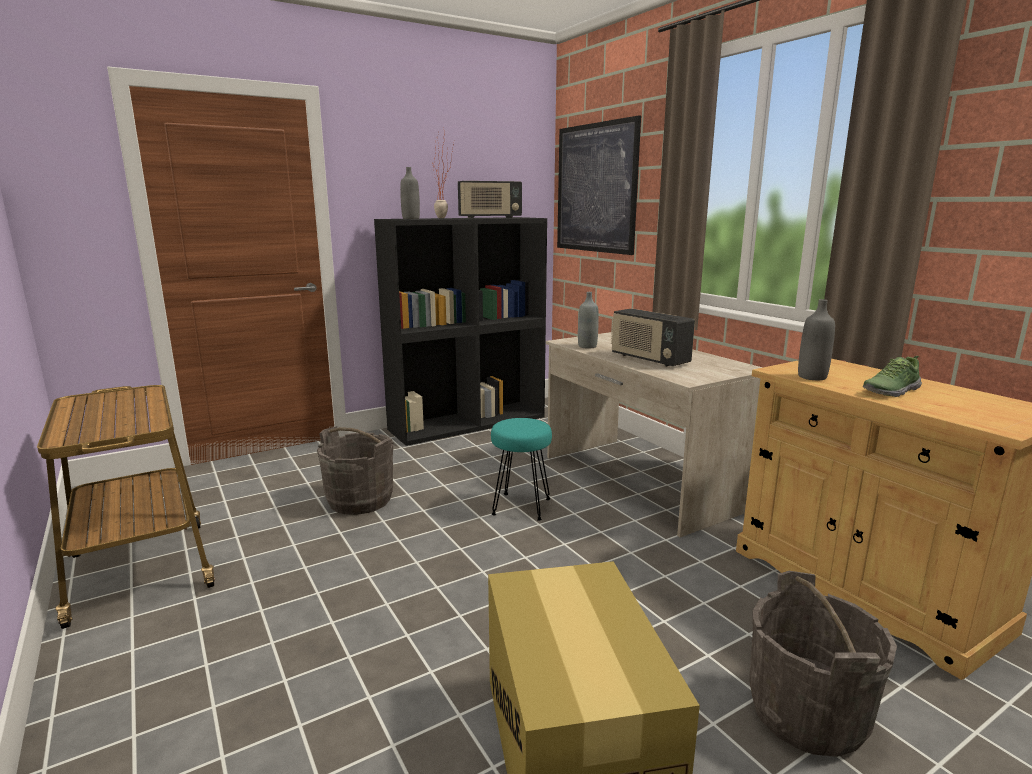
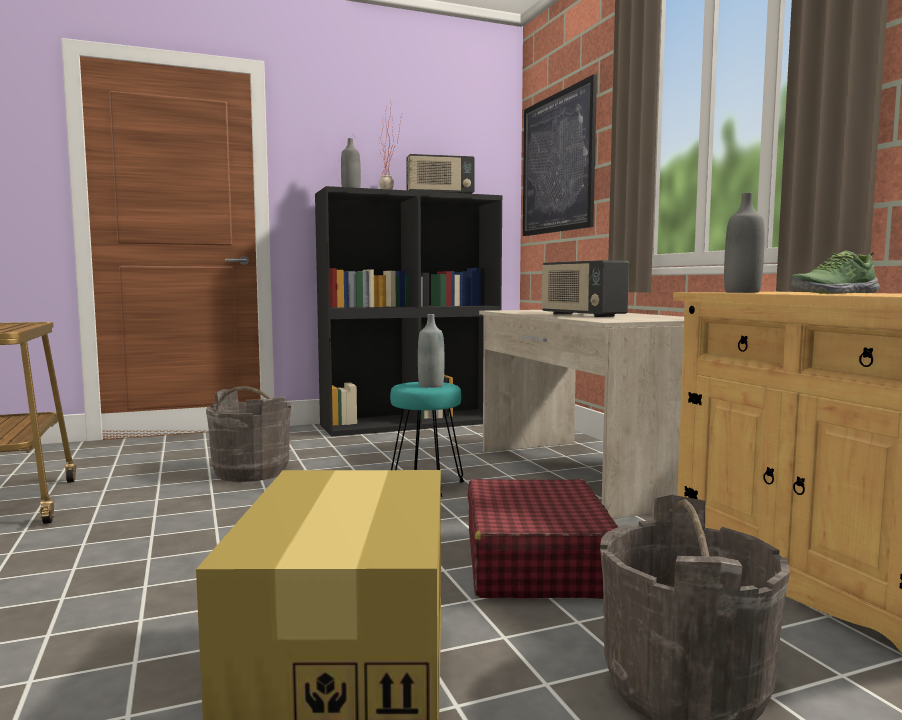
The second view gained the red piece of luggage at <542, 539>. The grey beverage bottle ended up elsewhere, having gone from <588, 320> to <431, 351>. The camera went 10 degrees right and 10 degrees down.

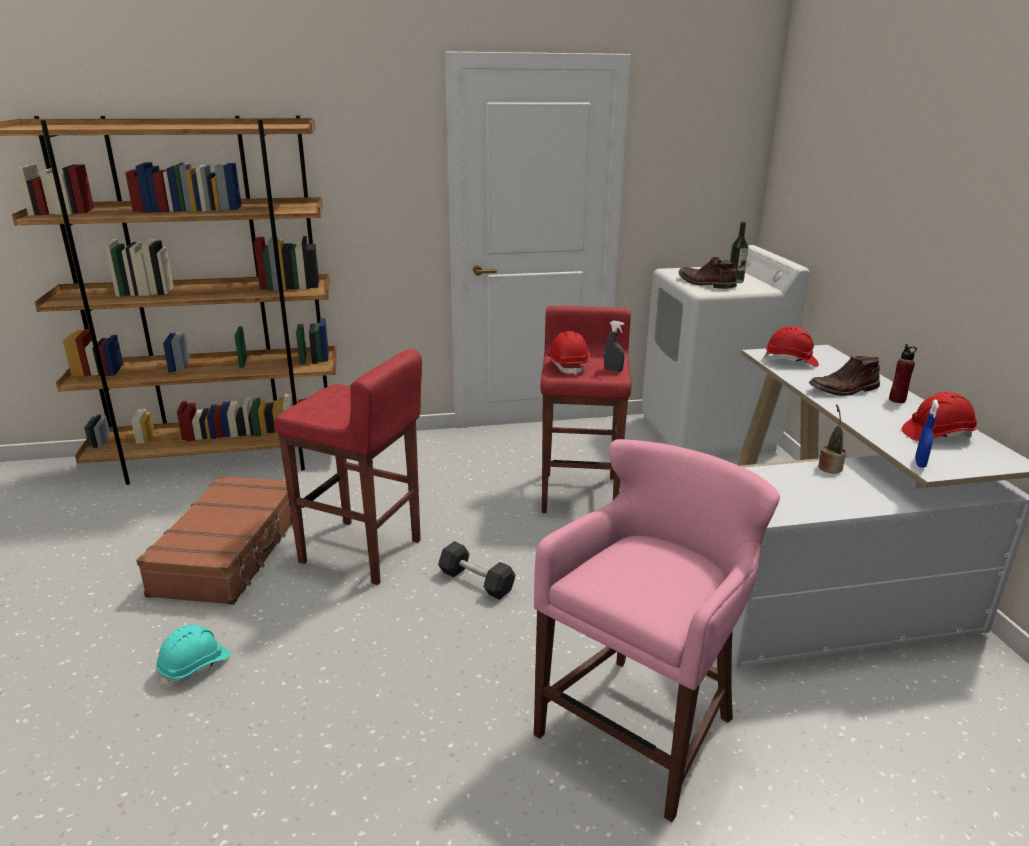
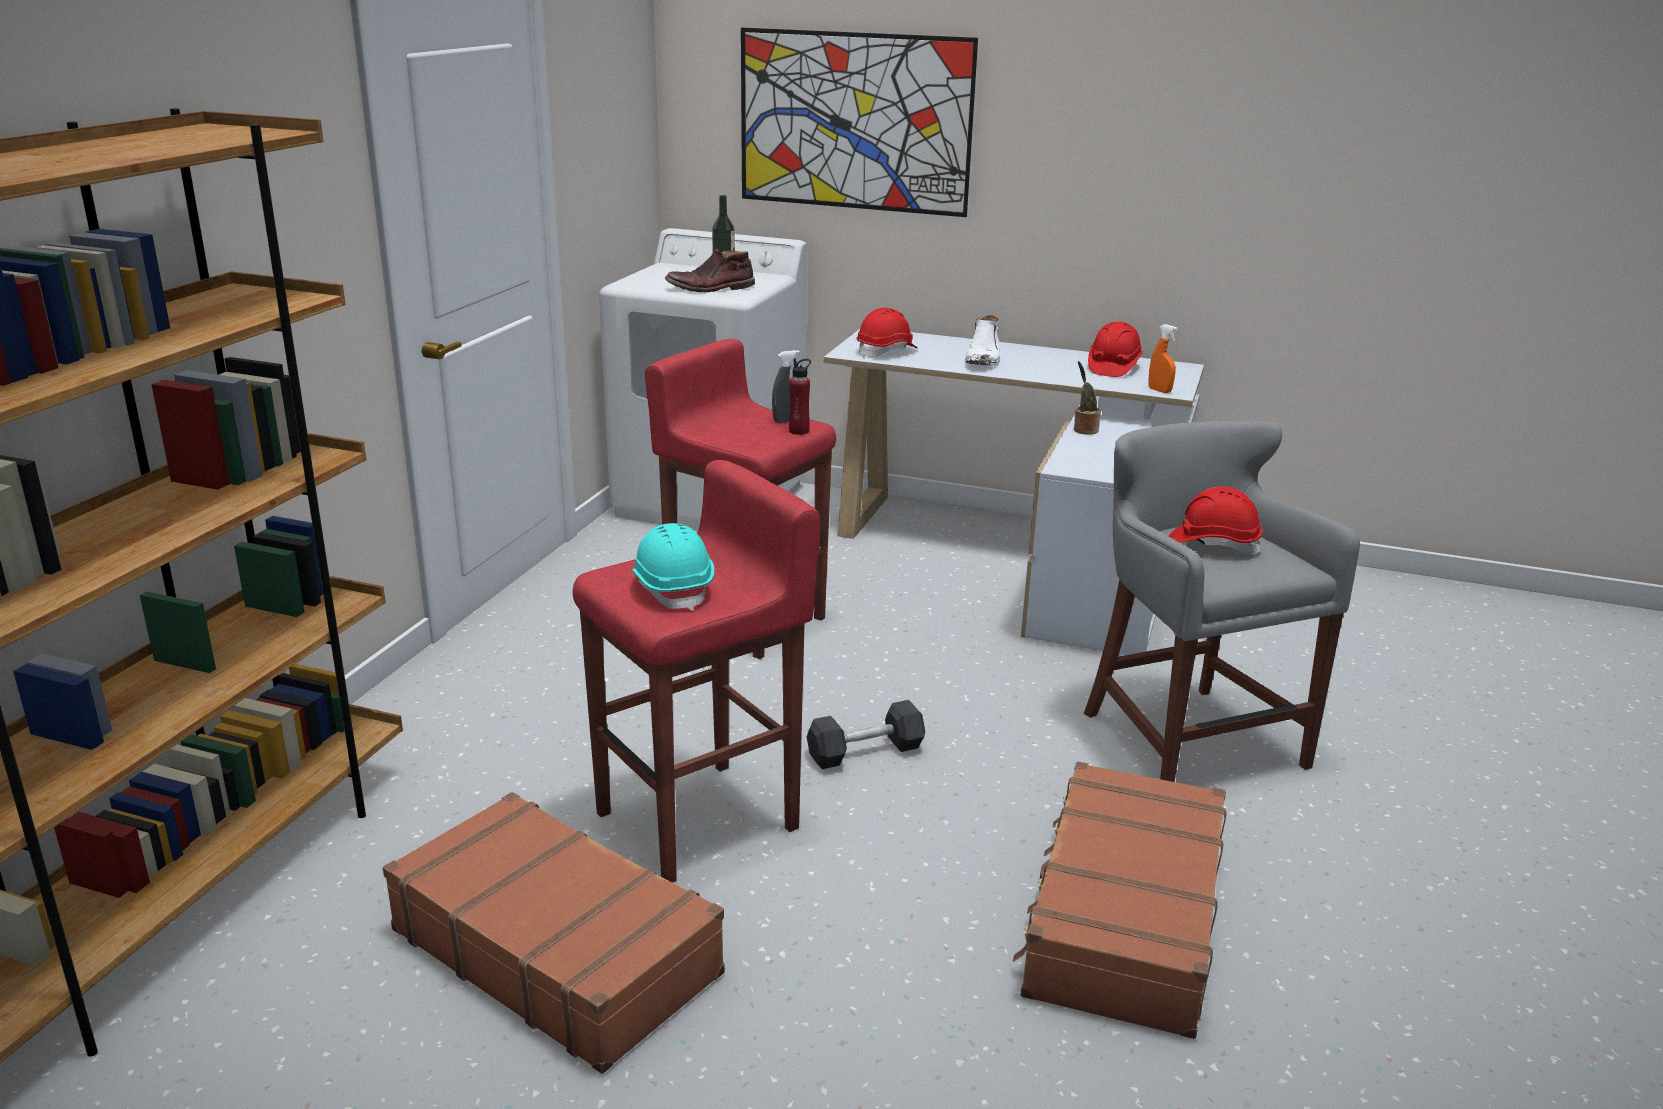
The second view gained the picture at <859, 122>. The second view gained the brown-coloured piece of luggage at <1119, 900>. The blue-green hard hat ended up elsewhere, having gone from <193, 657> to <672, 567>. The red hard hat ended up elsewhere, having gone from <569, 353> to <1216, 521>. The red beverage bottle ended up elsewhere, having gone from <903, 373> to <800, 396>. What was the pinkish sitting stool at <657, 630> turned into the grey sitting stool at <1222, 601>. What was the brown-coloured tall boot at <844, 376> turned into the white tall boot at <982, 340>. What was the bluish sprayer at <927, 434> turned into the orangey sprayer at <1163, 358>. The camera went 60 degrees left and 0 degrees up.

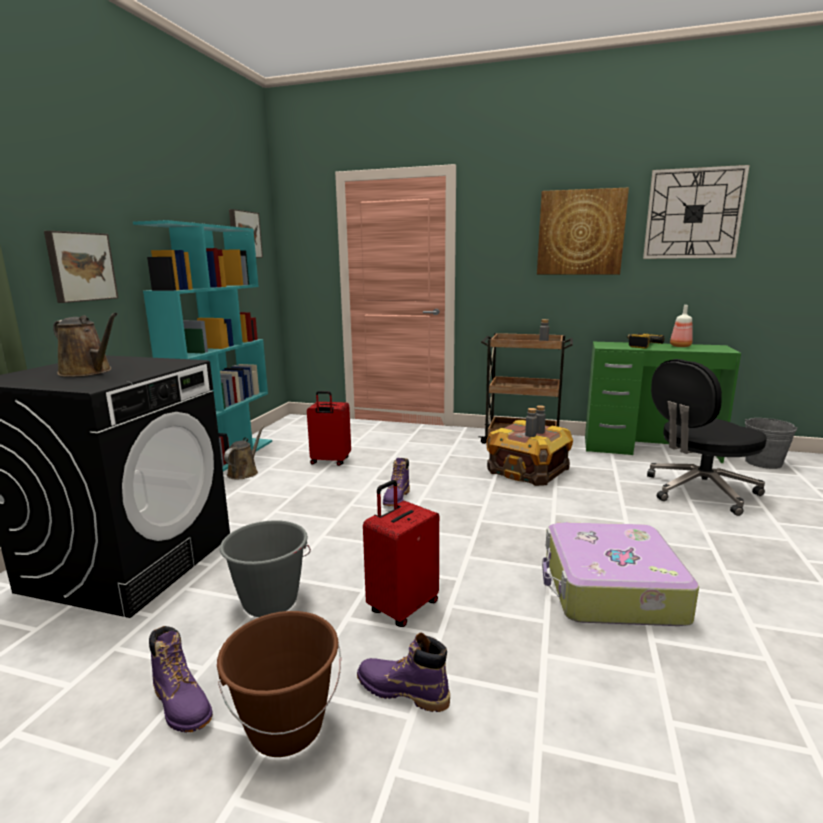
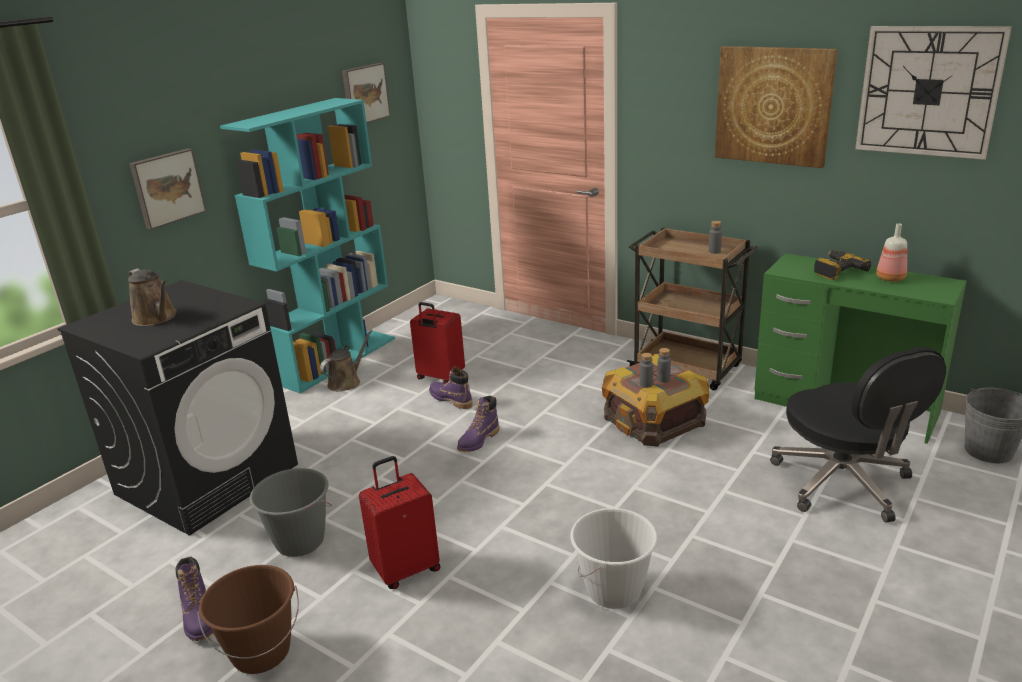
The purple-coloured tall boot ended up elsewhere, having gone from <403, 672> to <451, 387>. Where the piece of luggage stood at <620, 574>, the white pail came to stand at <614, 558>. The black computer chair at <707, 437> ended up facing another way, 105 degrees counterclockwise from before. The camera went 20 degrees right and 10 degrees up.

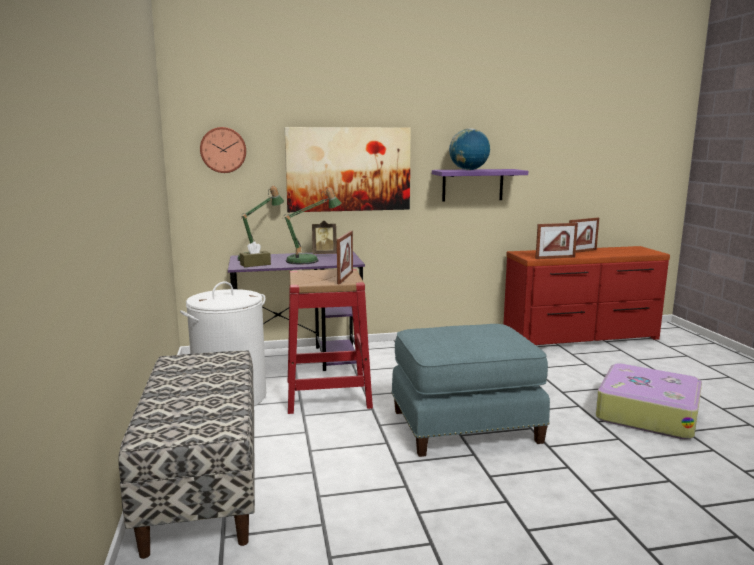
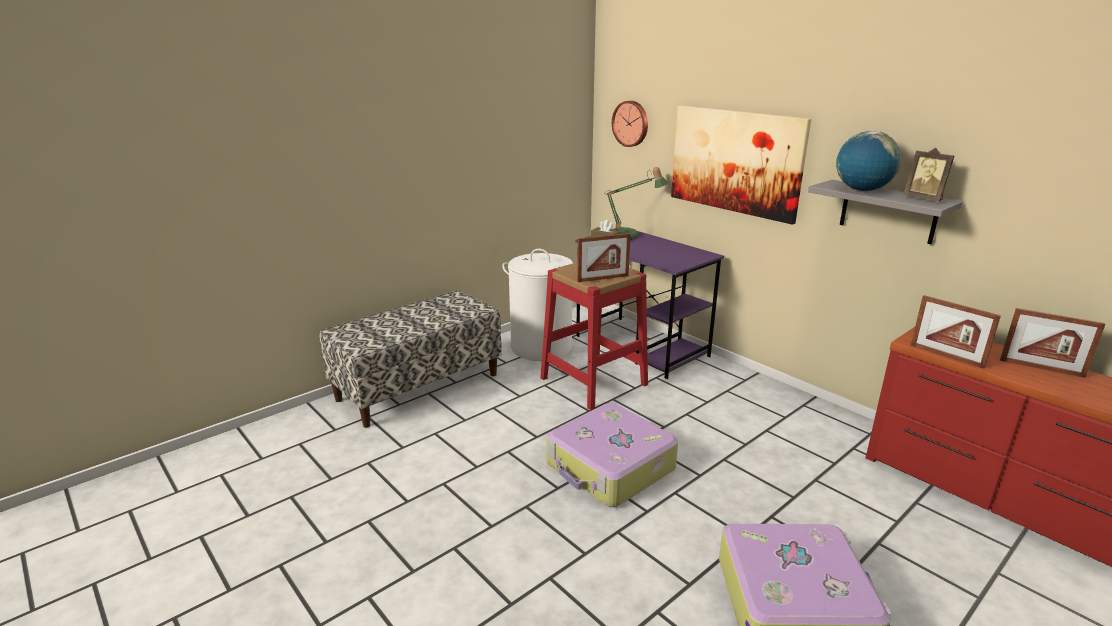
The second view lost the lamp for a table at <312, 226>. The standing frame ended up elsewhere, having gone from <324, 237> to <928, 174>. Where the bluish pouffe stood at <470, 390>, the piece of luggage came to stand at <612, 455>. What was the purple-coloured wall shelf at <480, 185> turned into the grey wall shelf at <885, 212>. The camera went 60 degrees right and 10 degrees up.

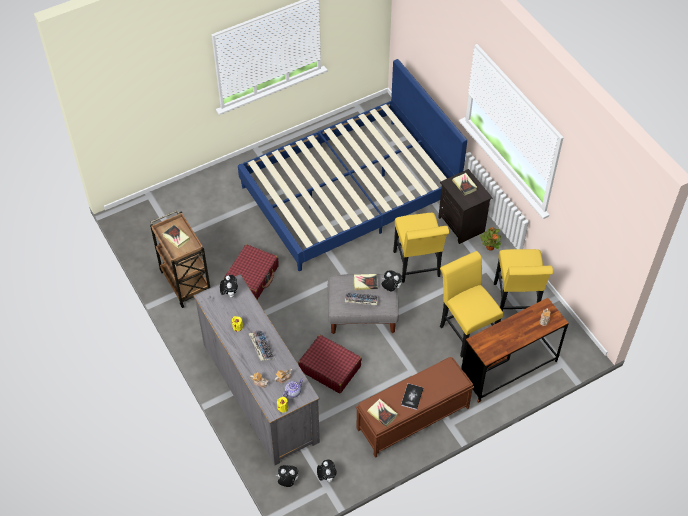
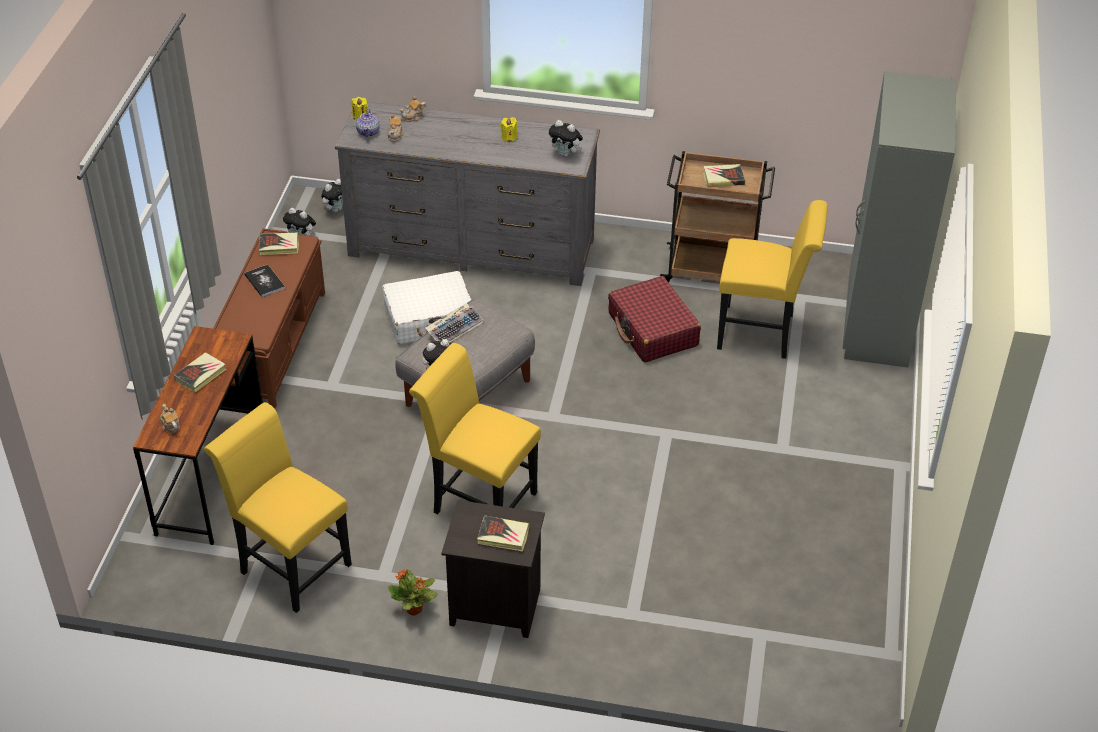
The second view lost the bluish sleeping bed at <352, 165>. The second view lost the PC keyboard at <261, 345>. The second view gained the grey clothes cupboard at <899, 219>. The book ended up elsewhere, having gone from <366, 282> to <200, 372>. The yellowish chair ended up elsewhere, having gone from <471, 304> to <772, 279>. What was the red piece of luggage at <330, 364> turned into the white piece of luggage at <426, 307>. The camera went 130 degrees right and 10 degrees down.

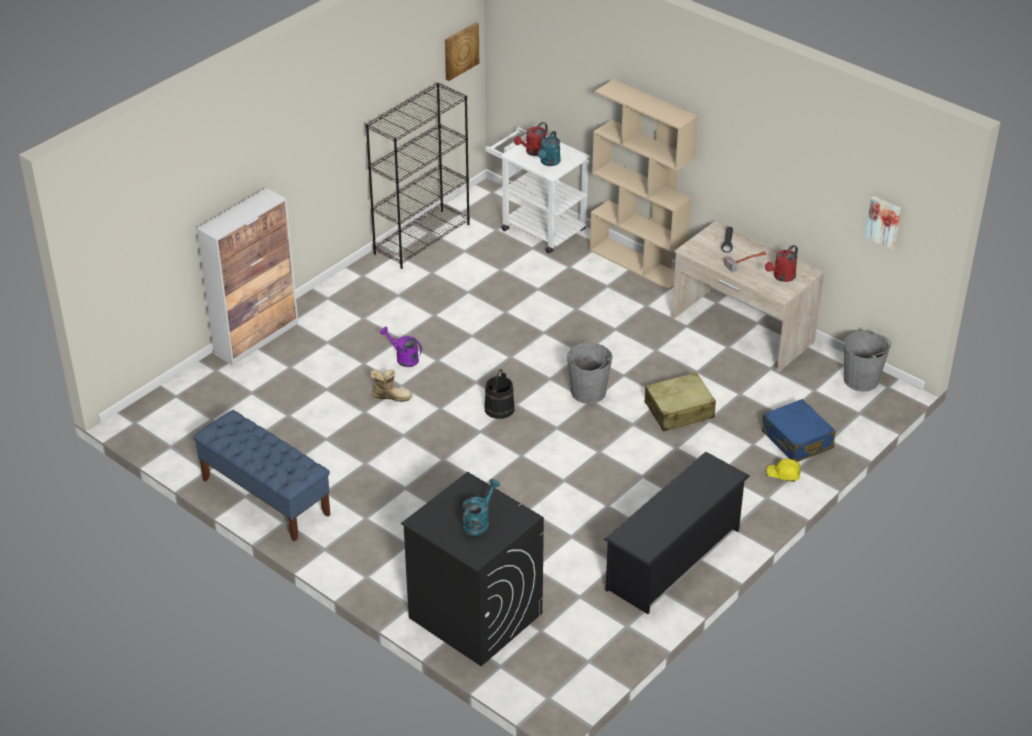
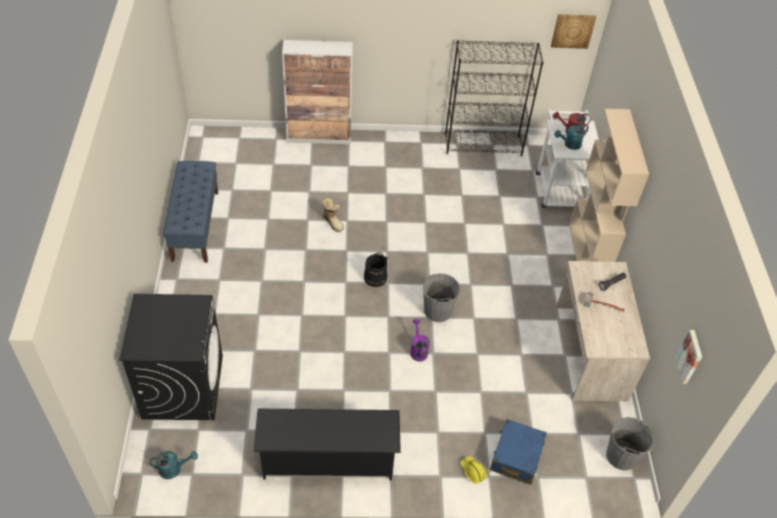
The second view lost the sand-coloured piece of luggage at <680, 402>. The second view lost the red sprinkling can at <781, 263>. The purple-coloured sprinkling can ended up elsewhere, having gone from <401, 347> to <420, 340>. The blue-green sprinkling can ended up elsewhere, having gone from <481, 507> to <174, 465>. The camera went 45 degrees right and 10 degrees up.

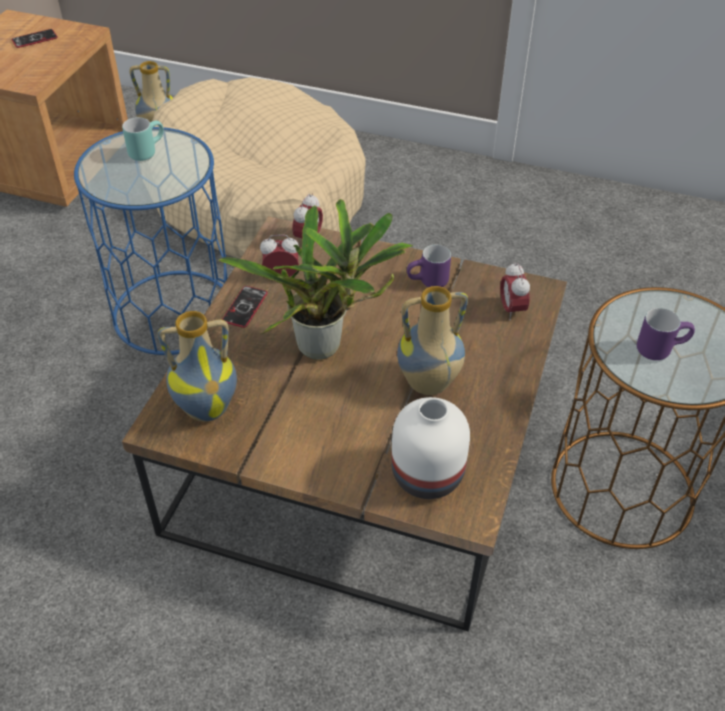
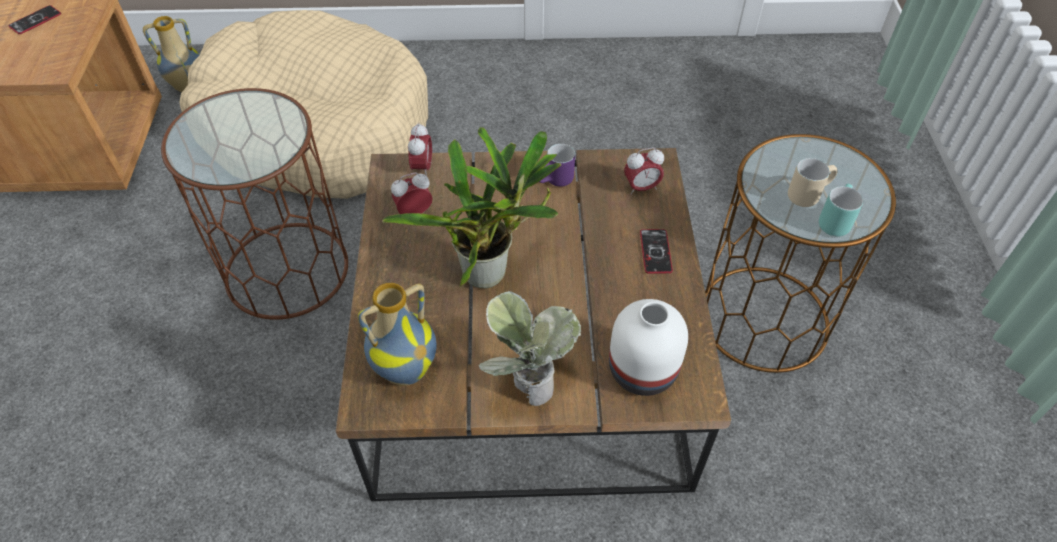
The second view lost the flower vase at <432, 340>. The second view gained the potted plant at <530, 348>. The blue-green mug ended up elsewhere, having gone from <143, 139> to <841, 210>. The phone ended up elsewhere, having gone from <244, 307> to <656, 251>. What was the bluish side table at <151, 241> turned into the brown-coloured side table at <254, 204>. What was the purple-coloured mug at <666, 334> turned into the sand-coloured mug at <813, 182>. The bedside clock at <515, 291> ended up facing another way, 75 degrees counterclockwise from before. The camera went 20 degrees left and 5 degrees up.

